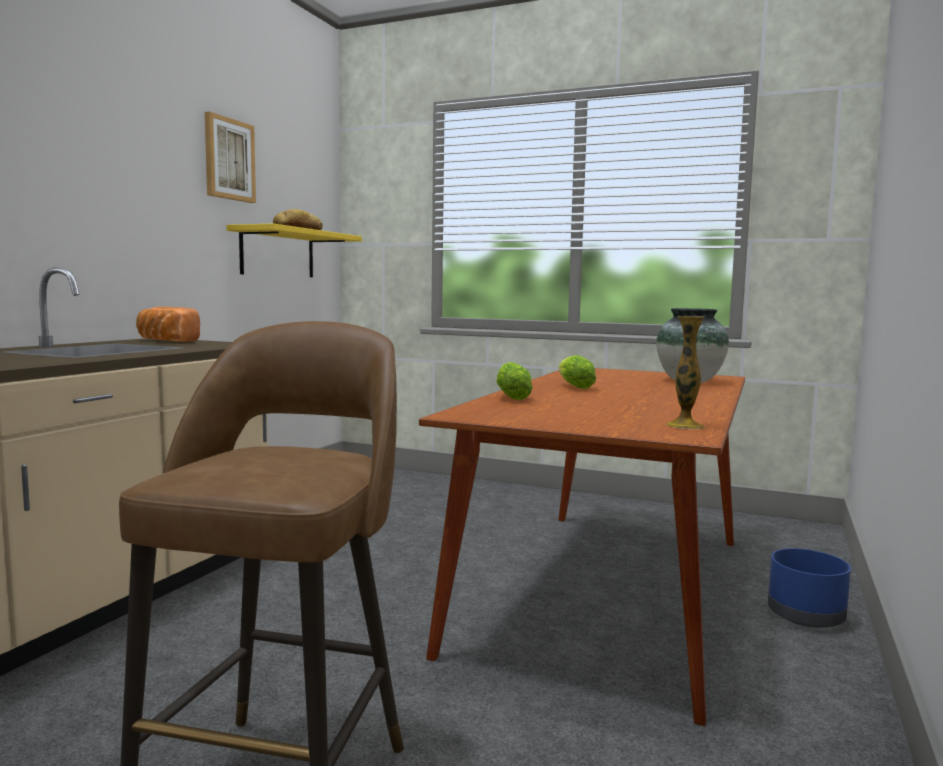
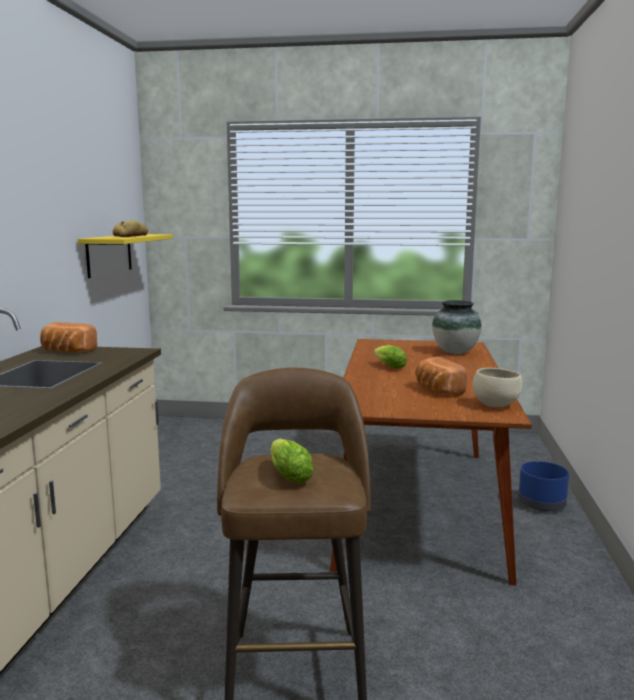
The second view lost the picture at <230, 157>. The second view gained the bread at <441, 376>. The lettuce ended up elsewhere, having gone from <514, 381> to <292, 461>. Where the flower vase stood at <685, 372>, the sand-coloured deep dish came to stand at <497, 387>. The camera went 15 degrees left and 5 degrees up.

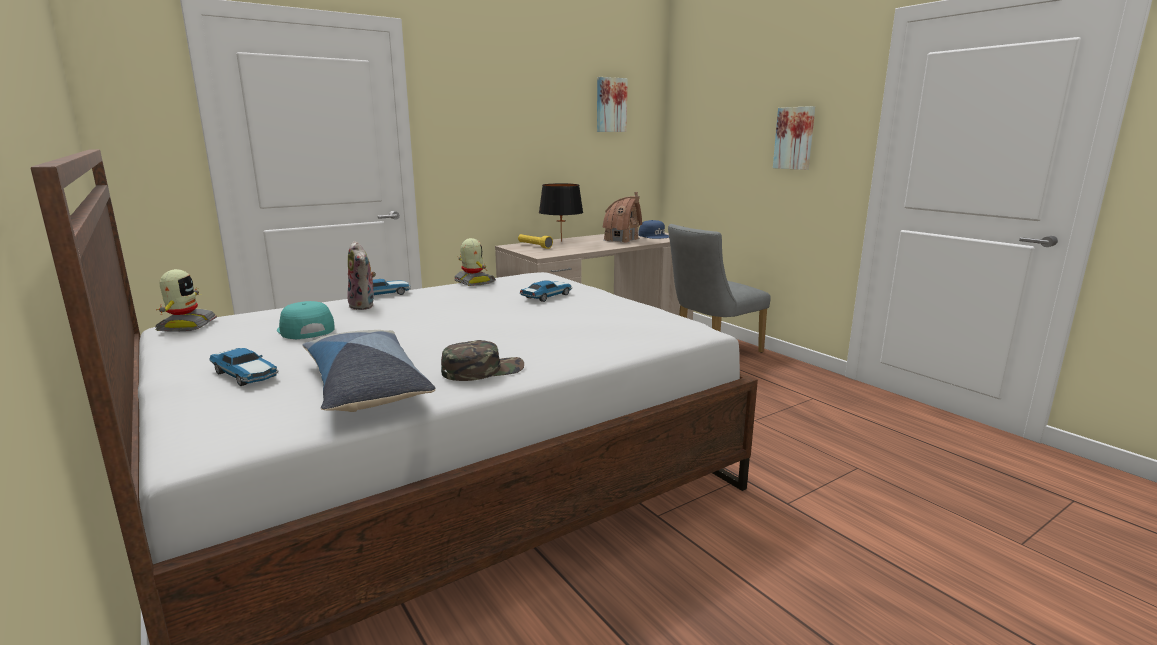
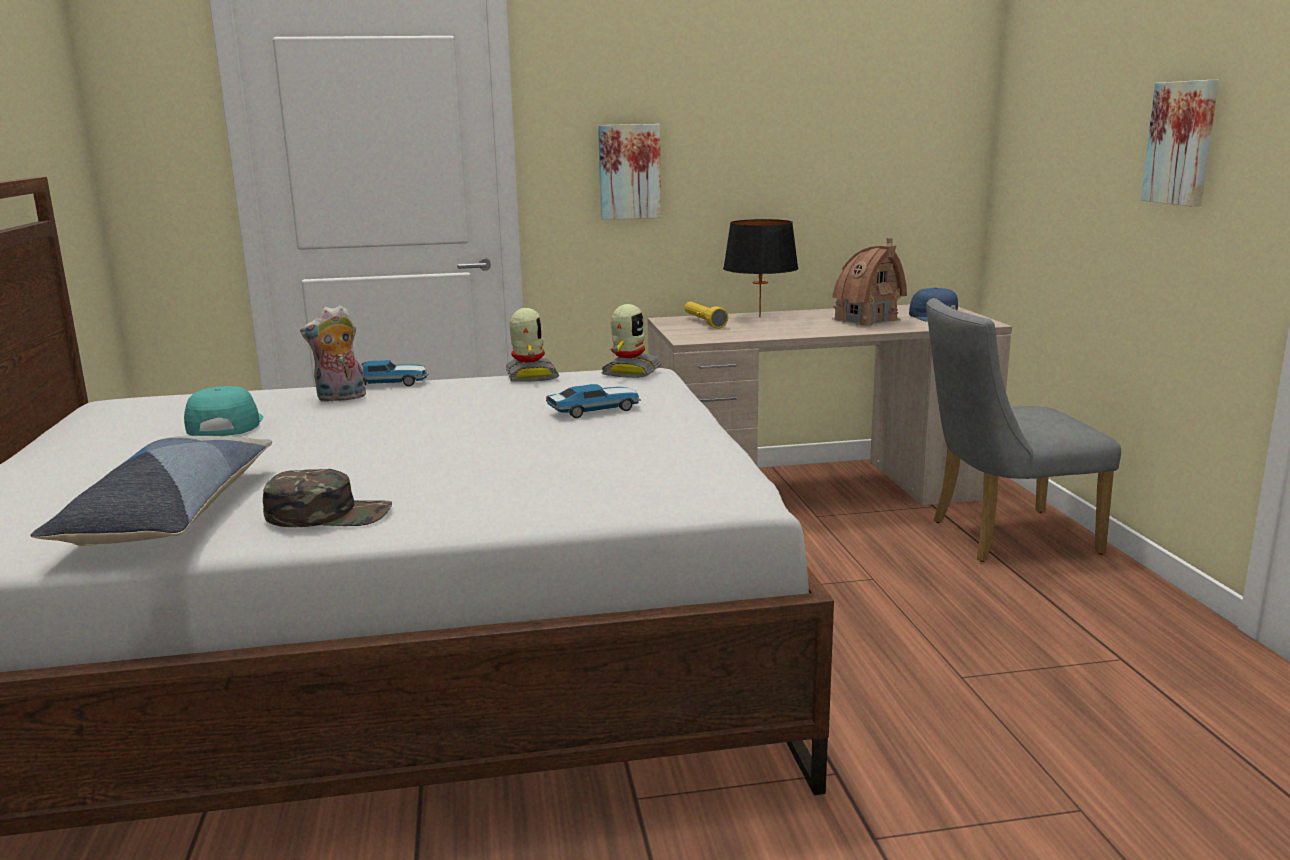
The second view lost the miniature car at <243, 367>. The model robot ended up elsewhere, having gone from <186, 300> to <631, 341>. The picture ended up elsewhere, having gone from <612, 104> to <629, 172>. The soft toy at <361, 275> ended up facing another way, 75 degrees clockwise from before. The camera went 25 degrees right and 0 degrees up.

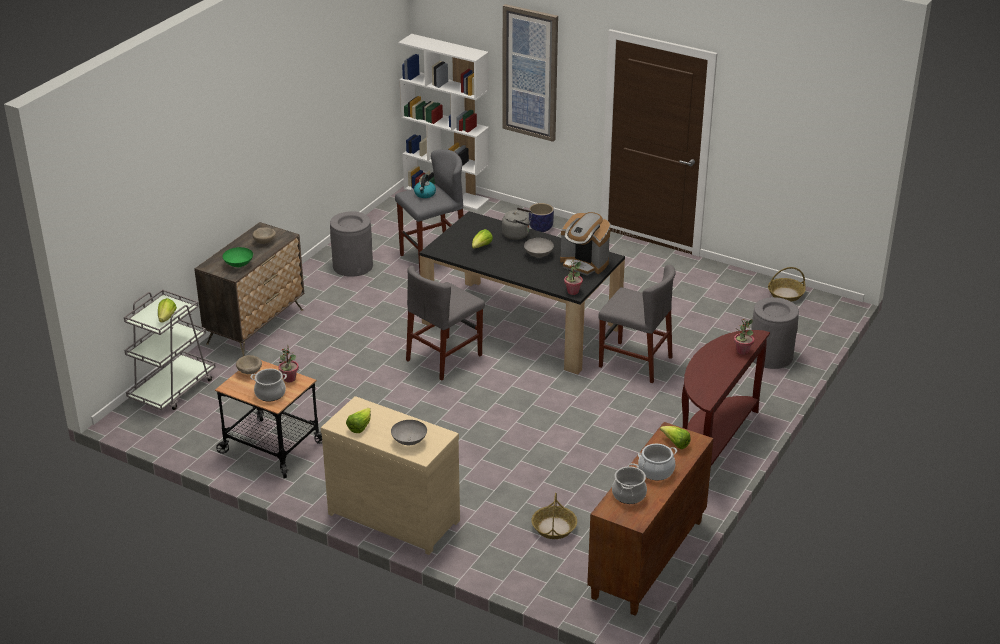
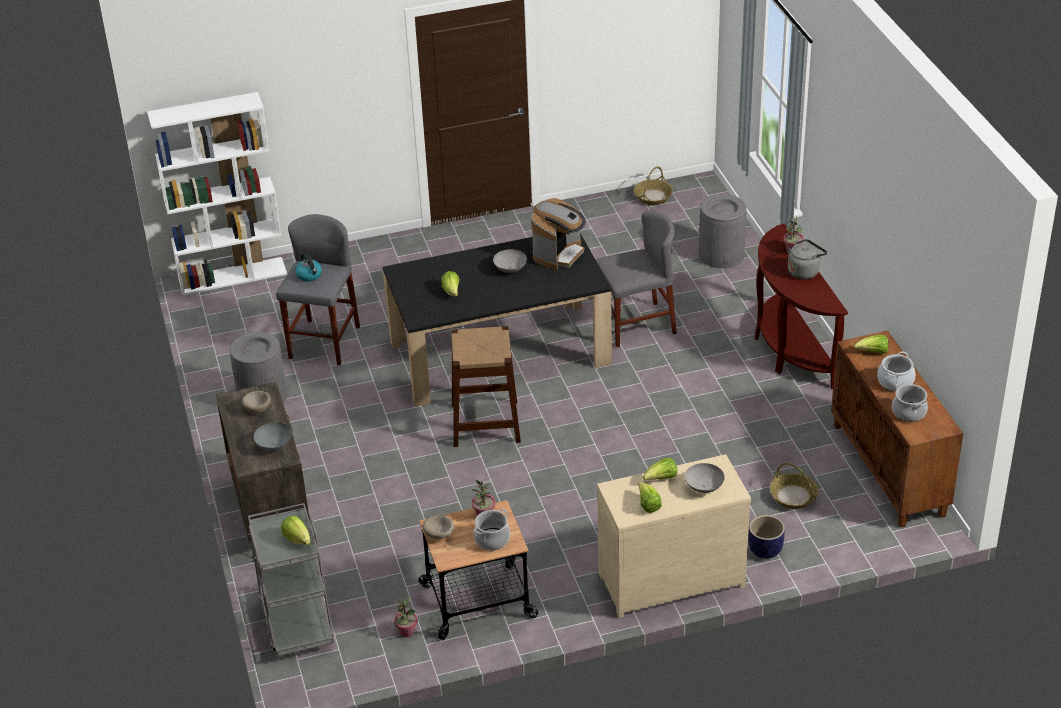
The second view lost the picture at <530, 73>. The second view gained the lettuce at <660, 469>. The grey tea kettle ended up elsewhere, having gone from <517, 224> to <807, 259>. The planter ended up elsewhere, having gone from <541, 217> to <766, 537>. The potted plant ended up elsewhere, having gone from <573, 277> to <406, 617>. Where the grey chair stood at <445, 322>, the brown-coloured sitting stool came to stand at <486, 386>. What was the greenish deep dish at <237, 257> turned into the grey deep dish at <272, 437>. The coffee machine at <585, 244> ended up facing another way, 45 degrees counterclockwise from before. The camera went 45 degrees left and 5 degrees up.

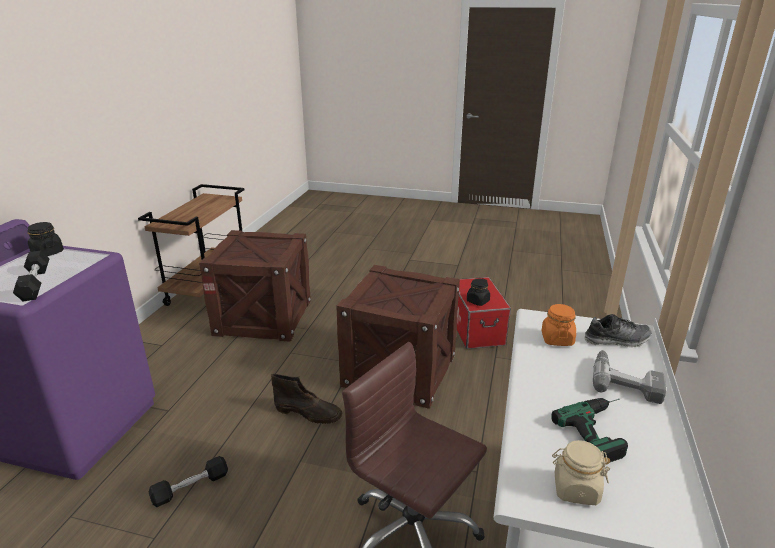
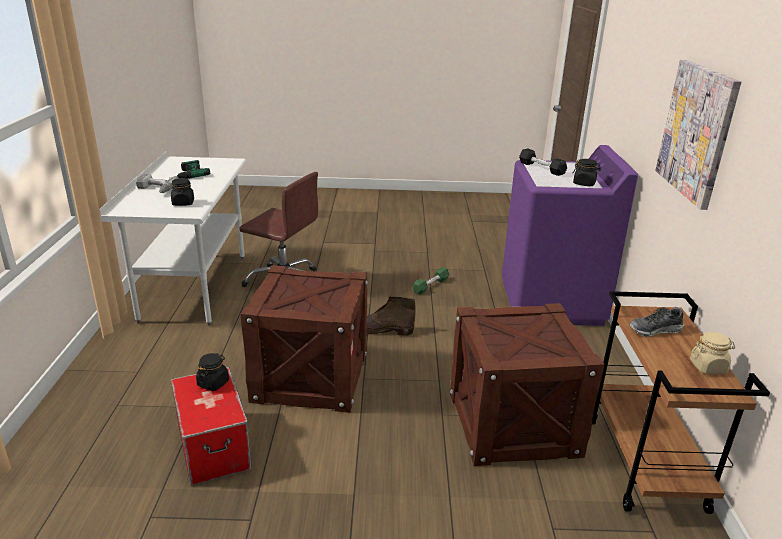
The second view gained the picture at <698, 135>. The sand-coloured jar ended up elsewhere, having gone from <581, 472> to <712, 353>. The item of footwear ended up elsewhere, having gone from <618, 330> to <656, 322>. What was the black free weight at <188, 481> turned into the greenish free weight at <431, 281>. What was the orangey jar at <558, 325> turned into the black jar at <182, 192>. The camera went 165 degrees right and 0 degrees up.

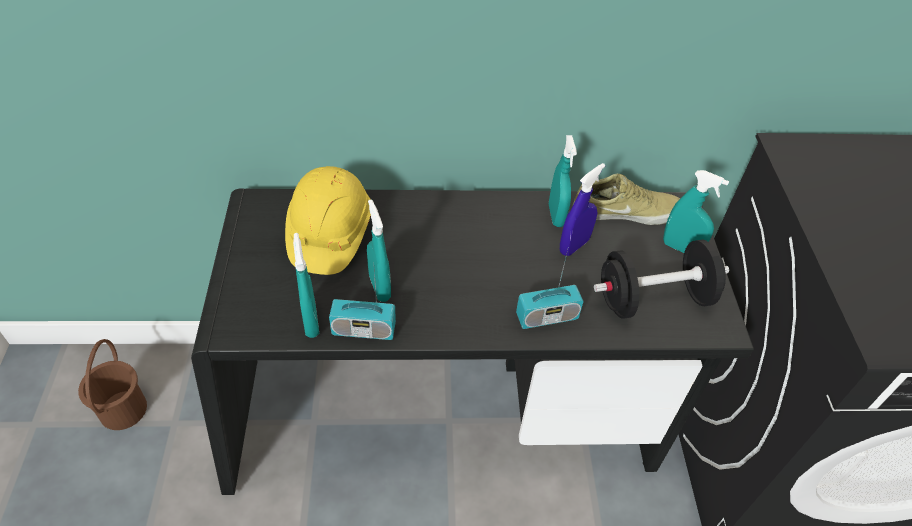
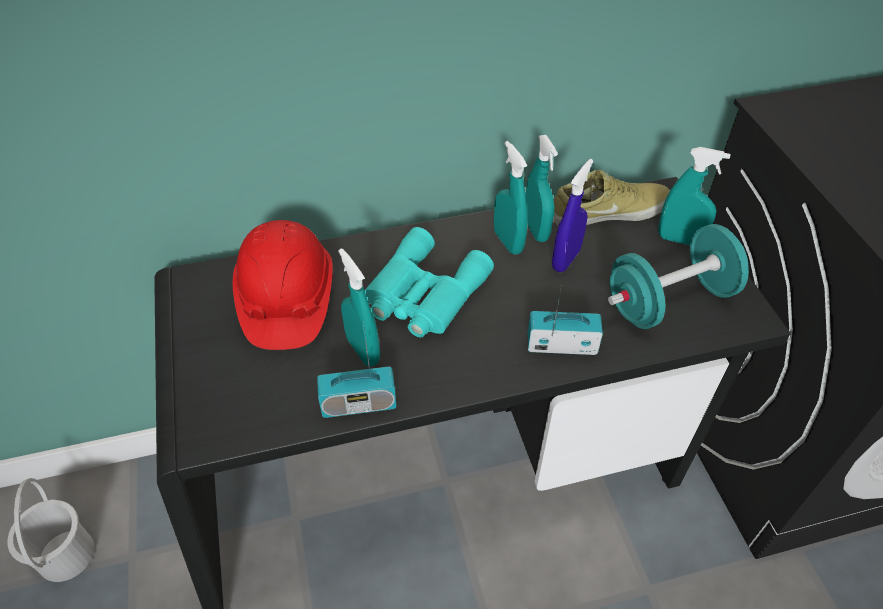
The second view gained the blue-green pair of binoculars at <429, 282>. The blue-green sprayer ended up elsewhere, having gone from <306, 285> to <511, 198>. What was the brown-coloured pail at <112, 384> turned into the white pail at <51, 530>. What was the yellowish hard hat at <328, 220> turned into the red hard hat at <283, 285>. What was the black free weight at <661, 279> turned into the blue-green free weight at <678, 276>. The radio at <549, 289> ended up facing another way, 150 degrees counterclockwise from before. The camera went 10 degrees left and 0 degrees up.

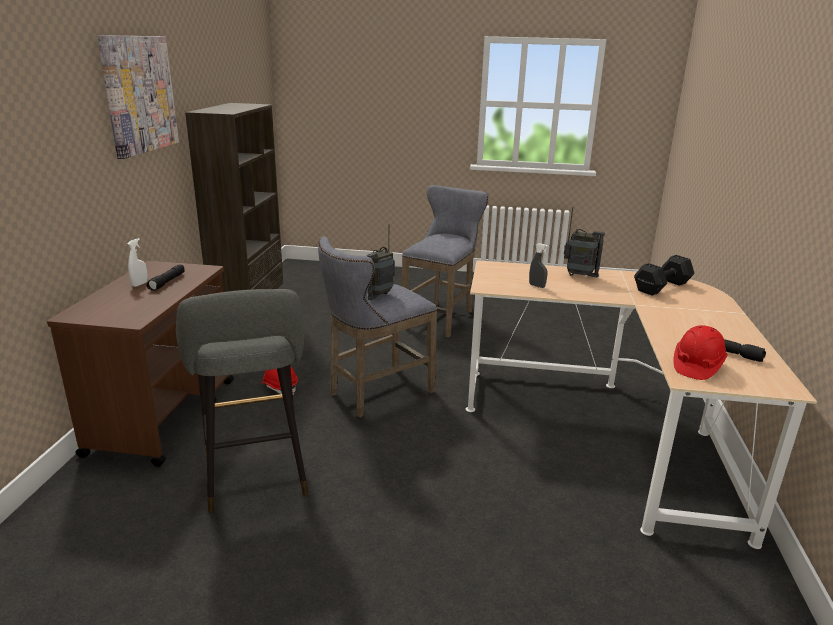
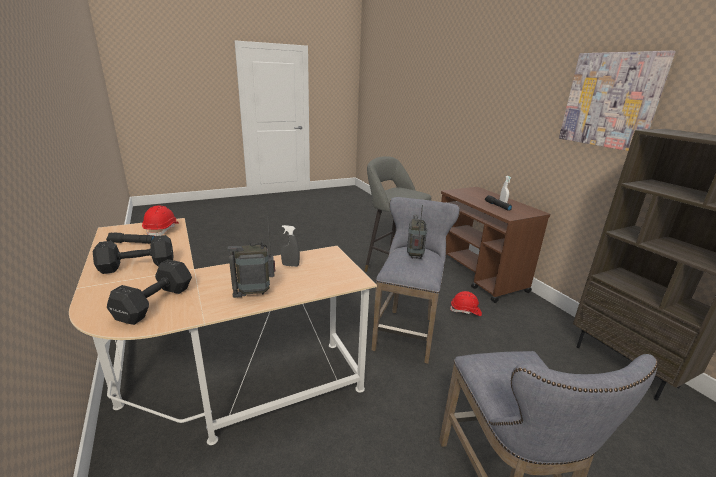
The second view gained the black free weight at <133, 254>. The camera went 145 degrees right and 0 degrees up.

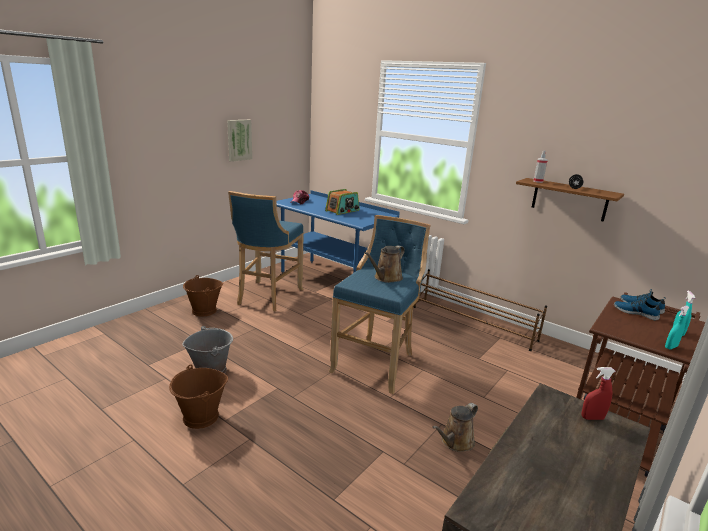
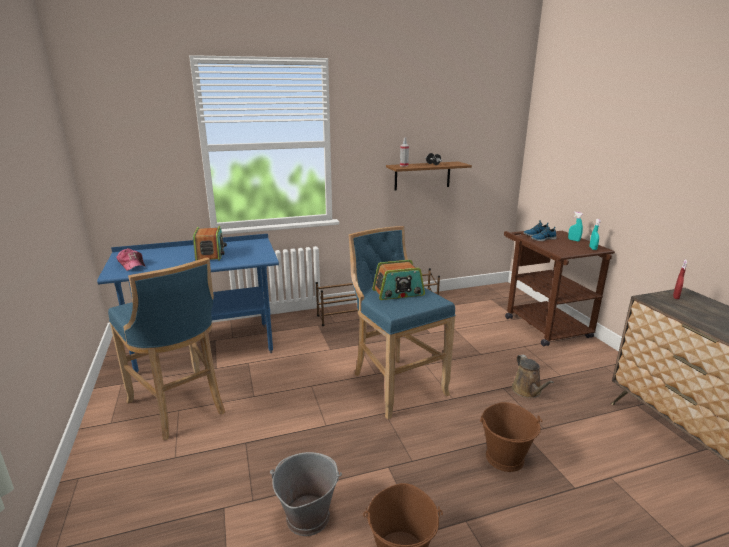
The second view lost the picture at <239, 141>. The brown-coloured pail ended up elsewhere, having gone from <203, 296> to <511, 437>. Where the brown-coloured sprinkling can stood at <384, 264>, the radio came to stand at <398, 280>. The camera went 55 degrees left and 0 degrees up.

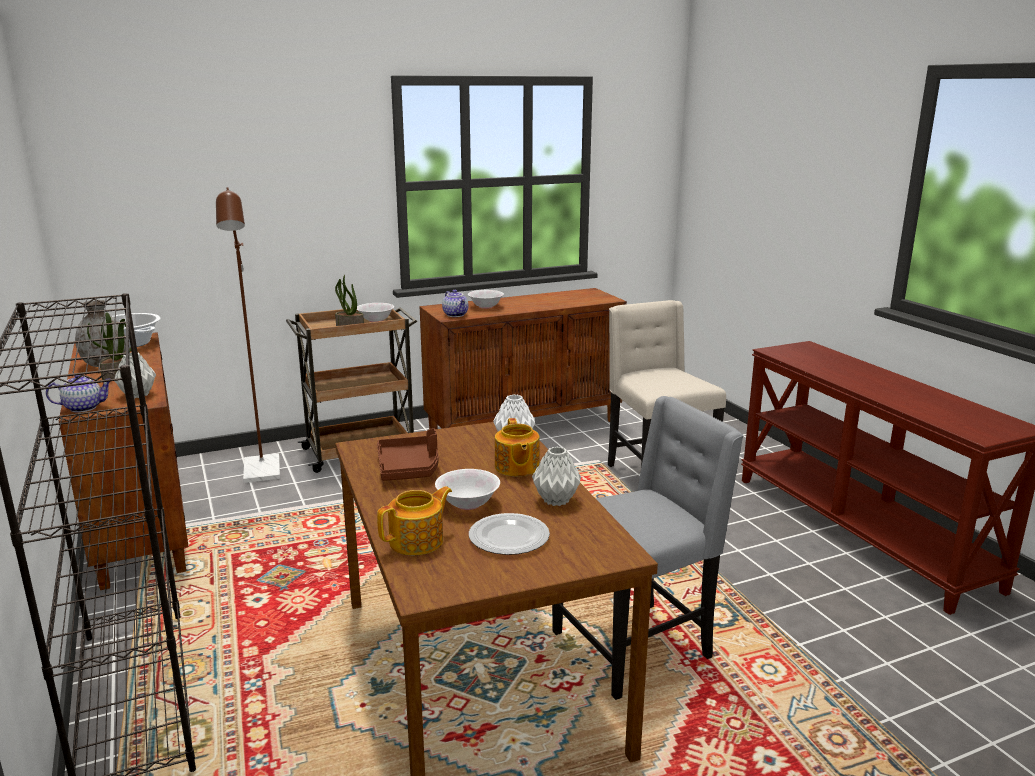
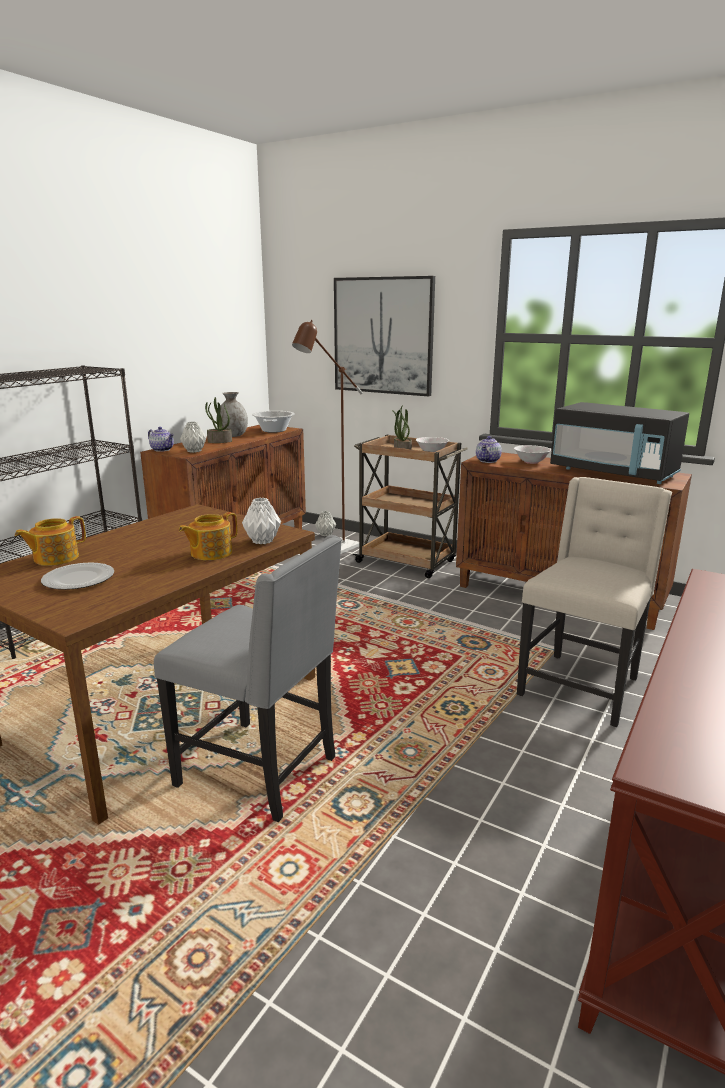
The second view lost the brown-coloured tray at <407, 454>. The second view lost the white deep dish at <467, 489>. The second view gained the picture at <384, 336>. The second view gained the black kitchen microwave at <619, 443>. The grey flower vase ended up elsewhere, having gone from <556, 476> to <325, 523>. The teapot at <414, 520> ended up facing another way, 120 degrees clockwise from before. The camera went 55 degrees right and 0 degrees up.

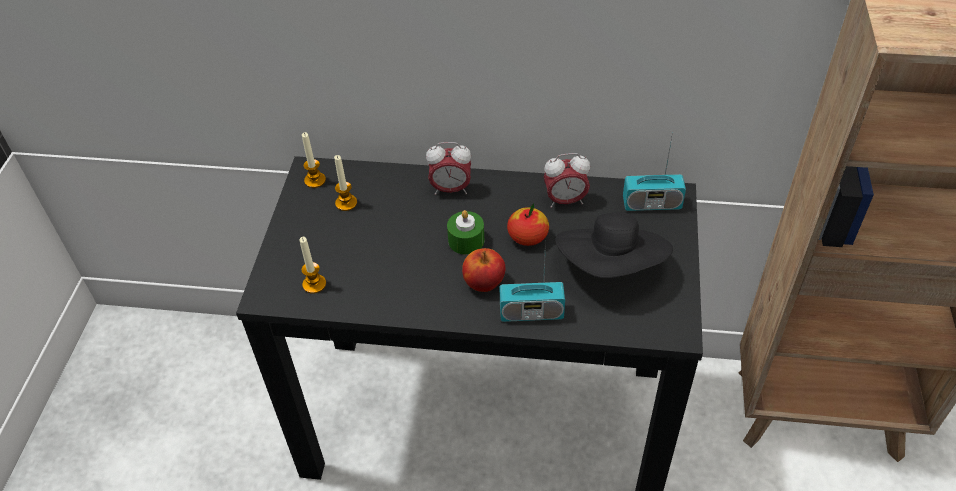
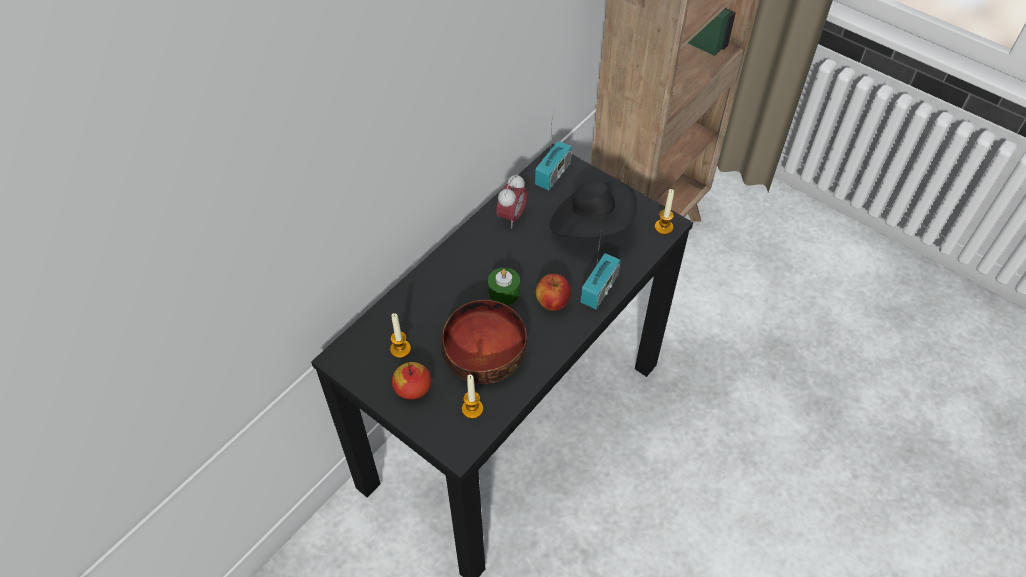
The second view lost the bedside clock at <448, 168>. The second view gained the deep dish at <484, 342>. The wax candle ended up elsewhere, having gone from <314, 160> to <664, 212>. The whole apple ended up elsewhere, having gone from <528, 224> to <411, 380>. The camera went 60 degrees left and 5 degrees up.

